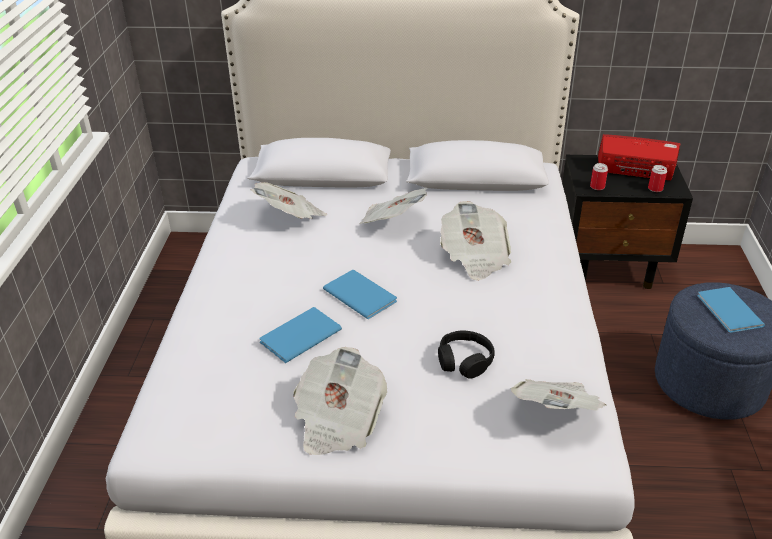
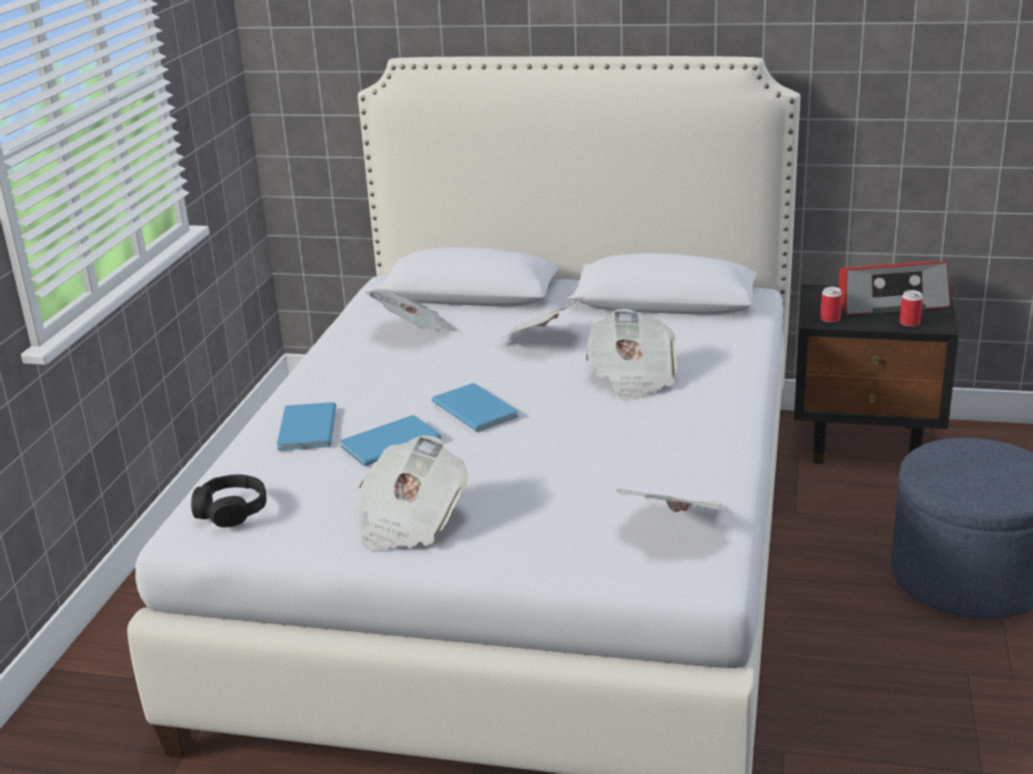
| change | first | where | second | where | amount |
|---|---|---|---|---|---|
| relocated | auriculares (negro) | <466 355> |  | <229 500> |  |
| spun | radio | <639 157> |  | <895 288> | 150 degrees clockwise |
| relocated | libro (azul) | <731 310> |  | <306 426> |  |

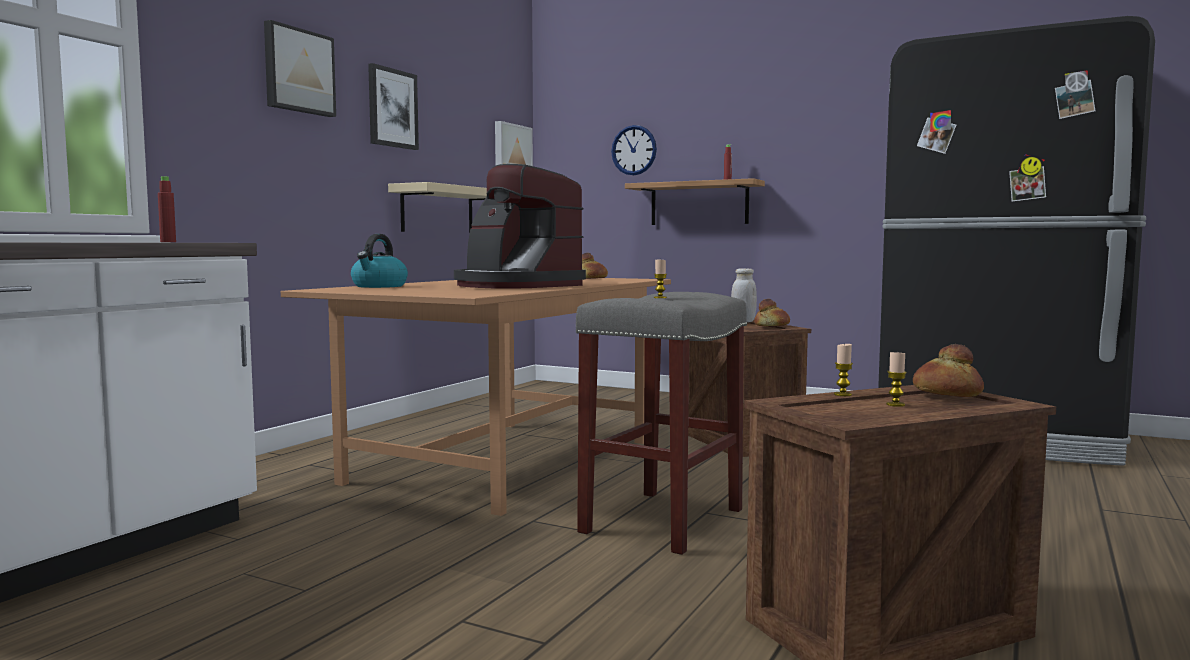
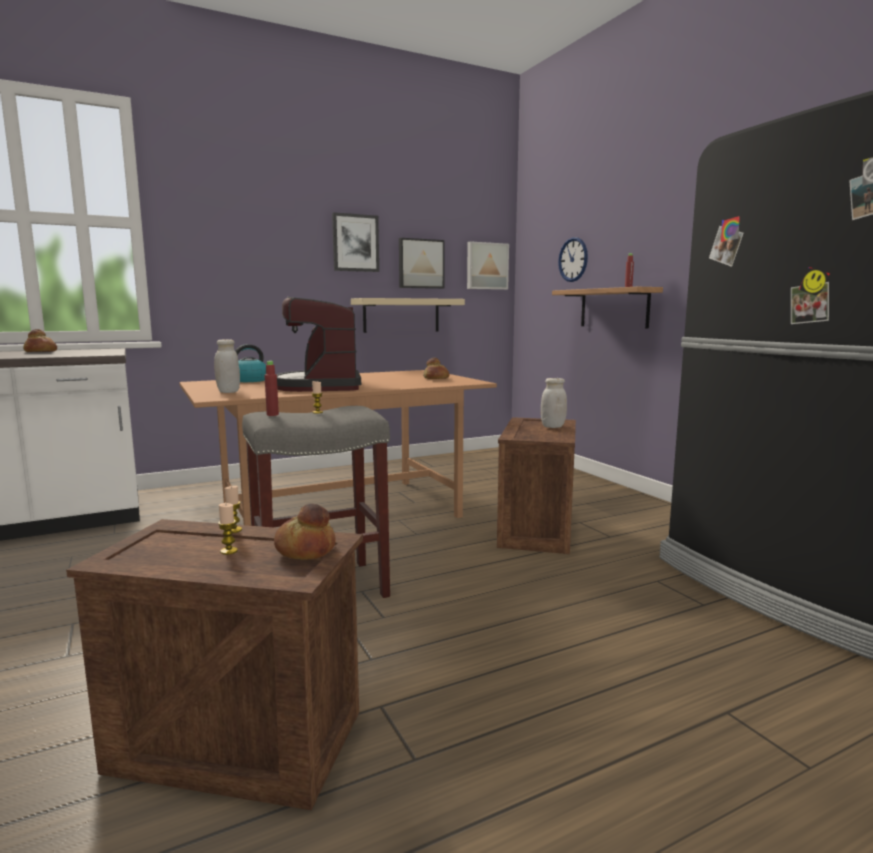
| change | first | where | second | where | amount |
|---|---|---|---|---|---|
| relocated | botella (rojo) | <167 209> |  | <271 388> |  |
| relocated | cuadro | <300 68> |  | <422 263> |  |
| relocated | pan | <772 312> |  | <40 340> |  |
| appeared |  |  | tarro (blanco) | <227 366> |  |

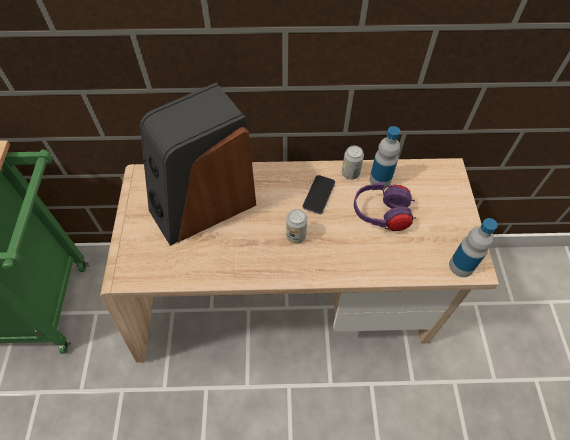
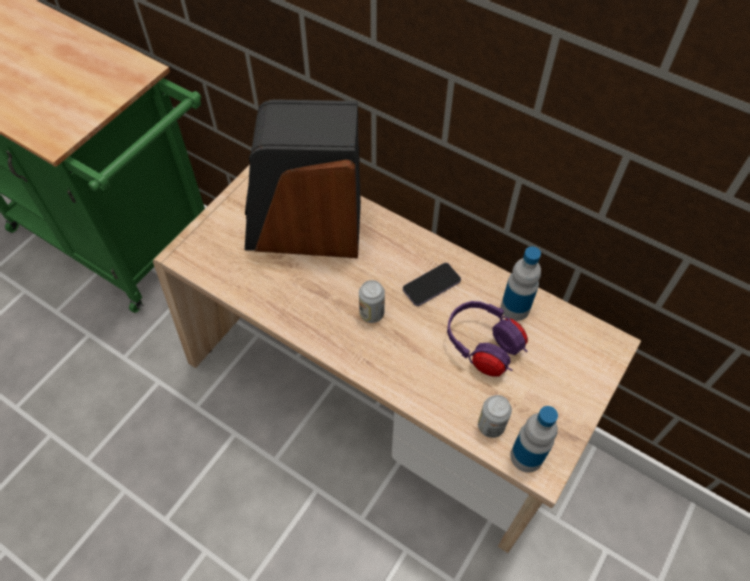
| change | first | where | second | where | amount |
|---|---|---|---|---|---|
| relocated | lata | <353 162> |  | <495 416> |  |

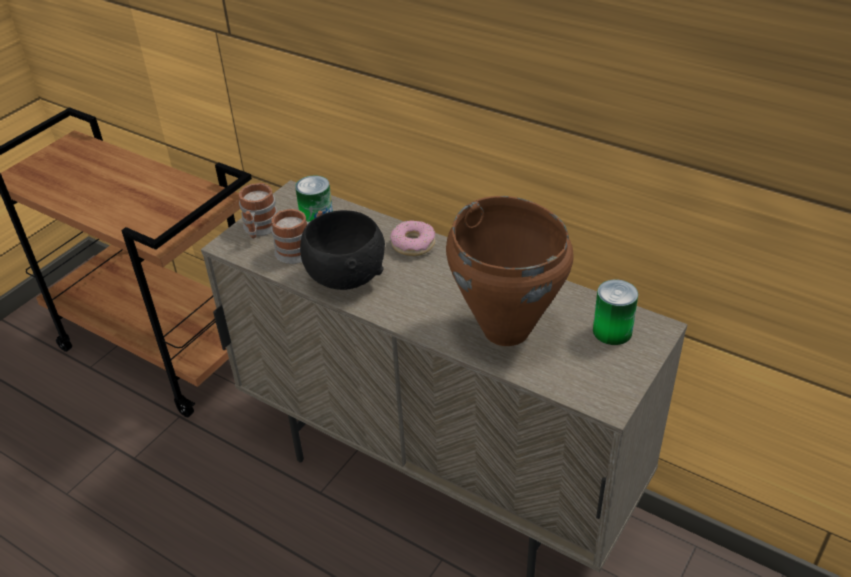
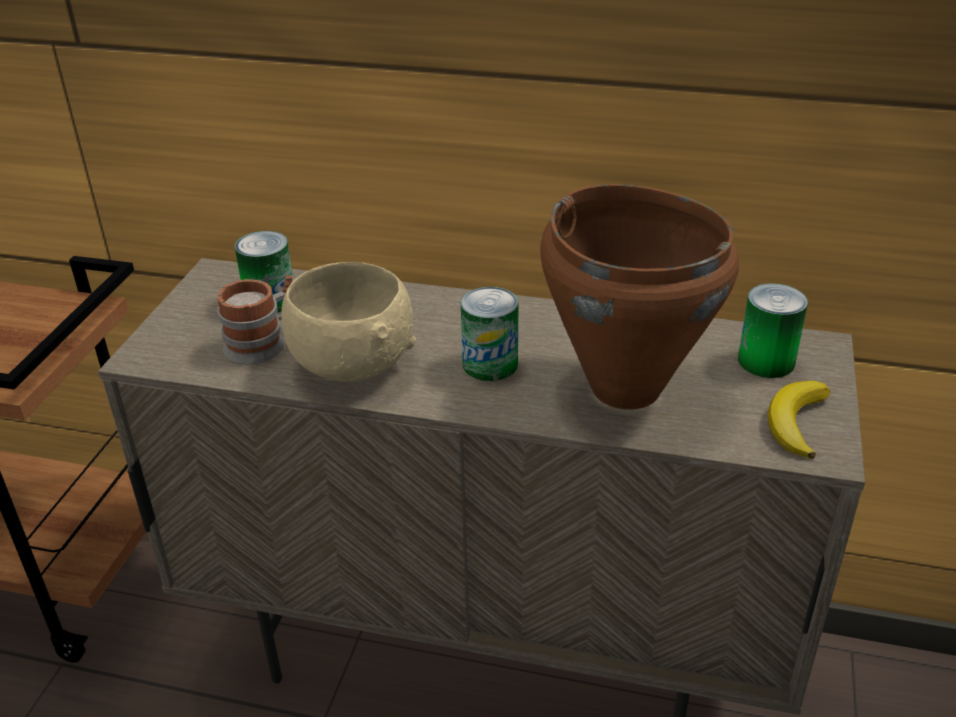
| change | first | where | second | where | amount |
|---|---|---|---|---|---|
| missing | taza grande | <258 211> |  |  |  |
| colour | cuenco (negro) | <342 250> | cuenco (beis) | <348 322> |  |
| missing | rosquilla | <412 238> |  |  |  |
| appeared |  |  | lata | <489 334> |  |
| appeared |  |  | plátano | <799 420> |  |

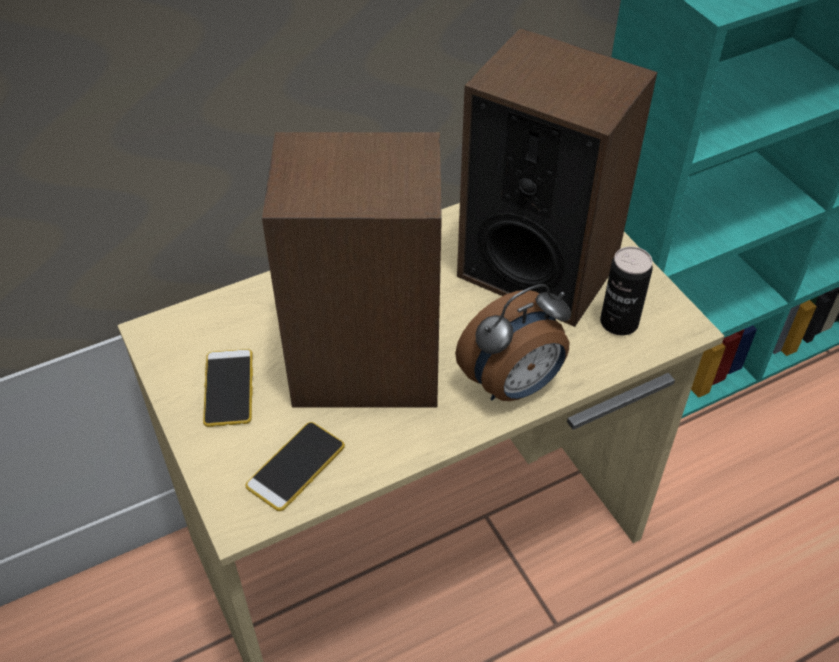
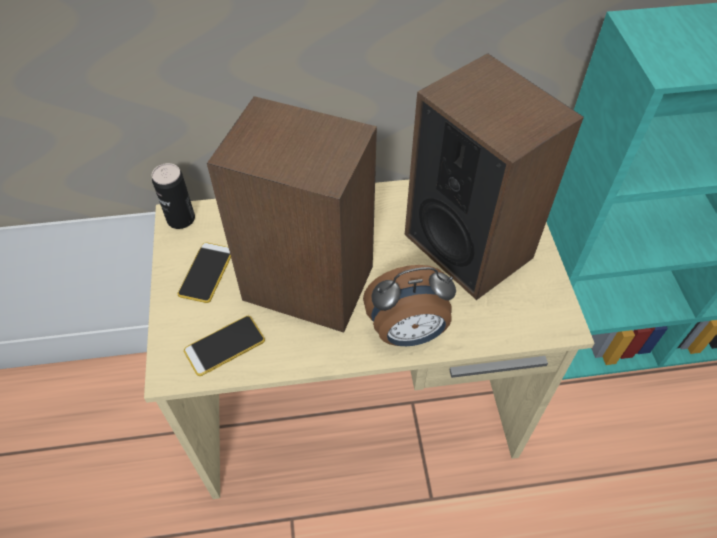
| change | first | where | second | where | amount |
|---|---|---|---|---|---|
| relocated | lata | <626 290> |  | <173 196> |  |

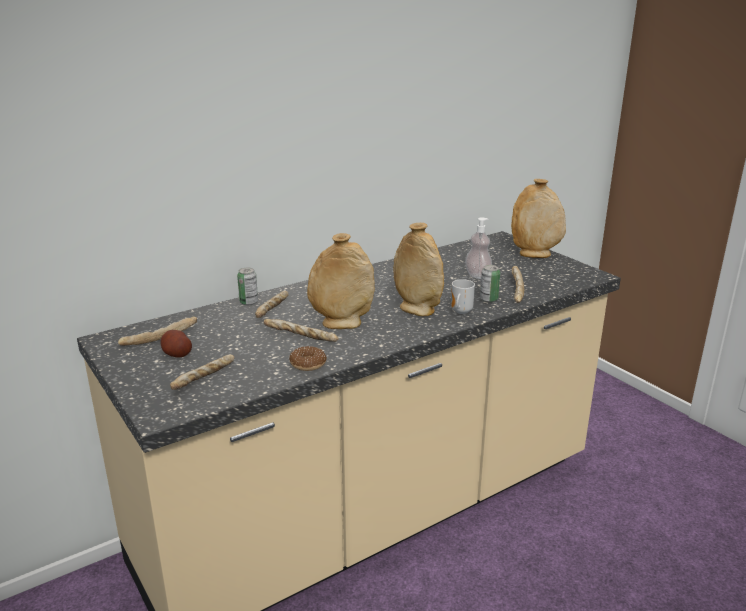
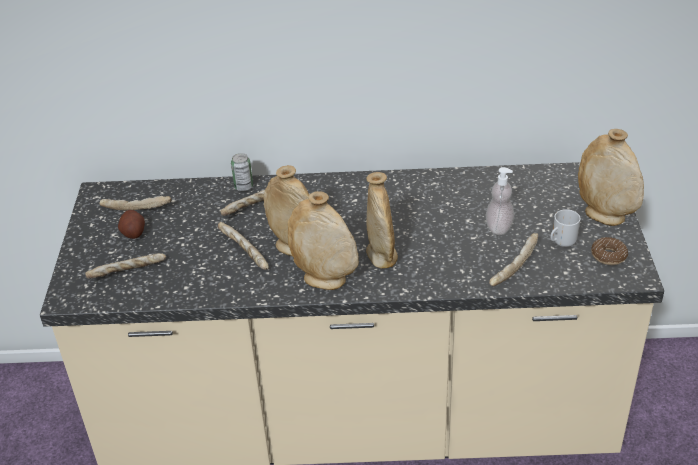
| change | first | where | second | where | amount |
|---|---|---|---|---|---|
| relocated | rosquilla | <308 358> |  | <609 251> |  |
| relocated | taza grande | <463 296> |  | <565 228> |  |
| missing | lata | <490 283> |  |  |  |
| appeared |  |  | florero (beis) | <323 240> |  |

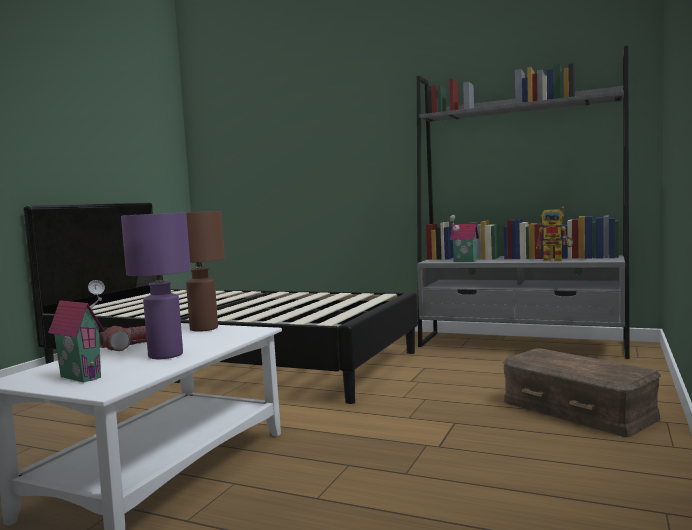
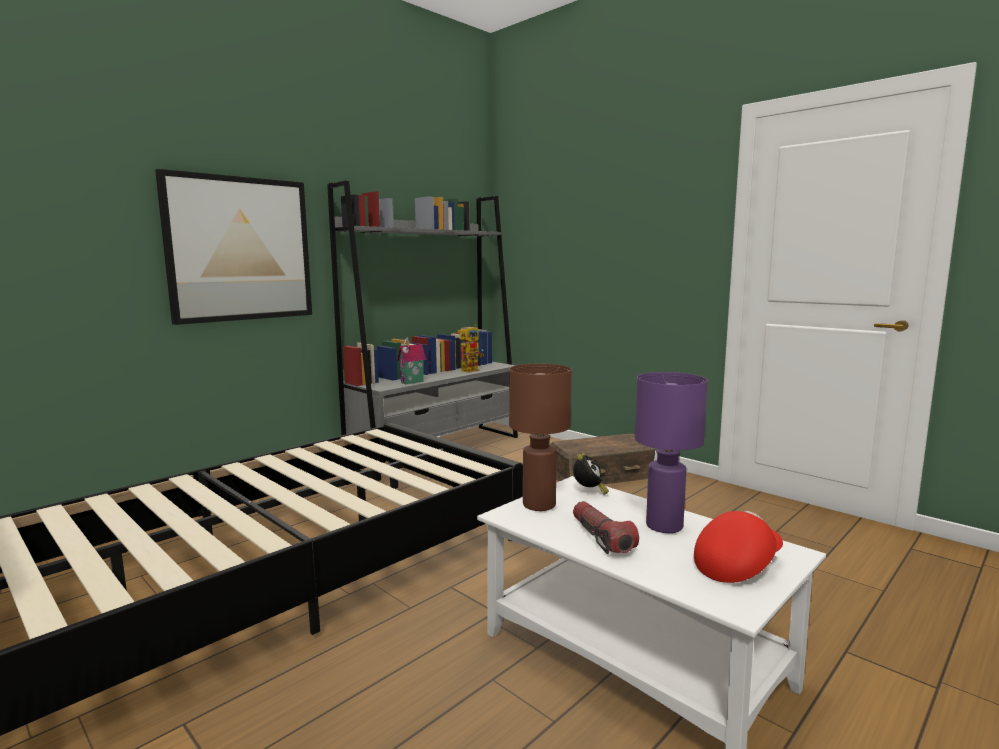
| change | first | where | second | where | amount |
|---|---|---|---|---|---|
| exchanged | casita | <76 331> | gorra (rojo) | <738 547> |  |
| appeared |  |  | cuadro | <233 247> |  |
| appeared |  |  | despertador | <591 474> |  |

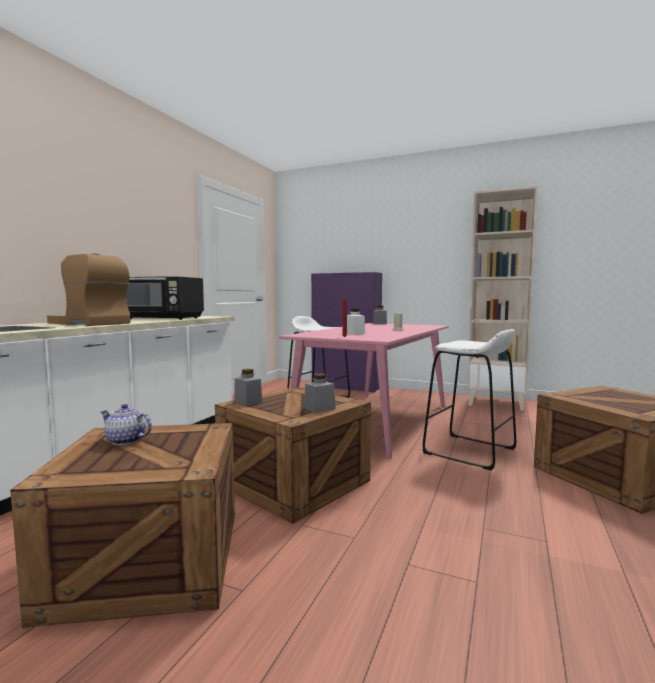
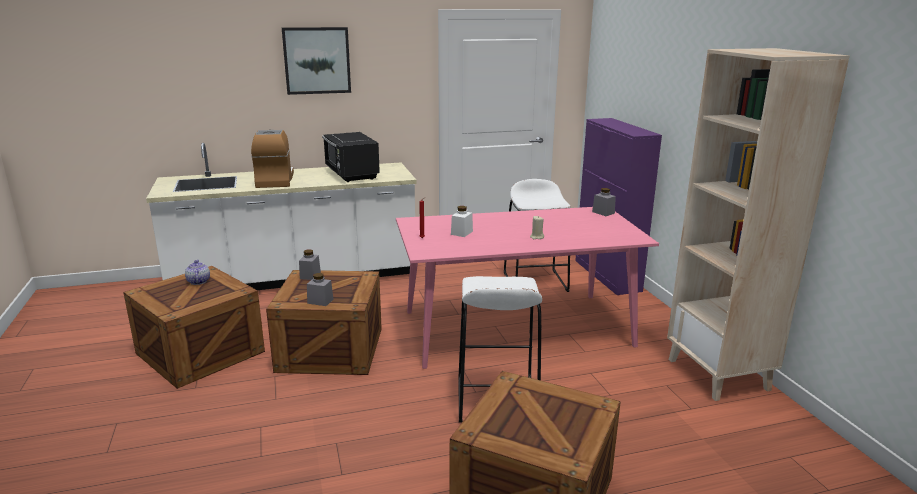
| change | first | where | second | where | amount |
|---|---|---|---|---|---|
| appeared |  |  | cuadro | <316 61> |  |

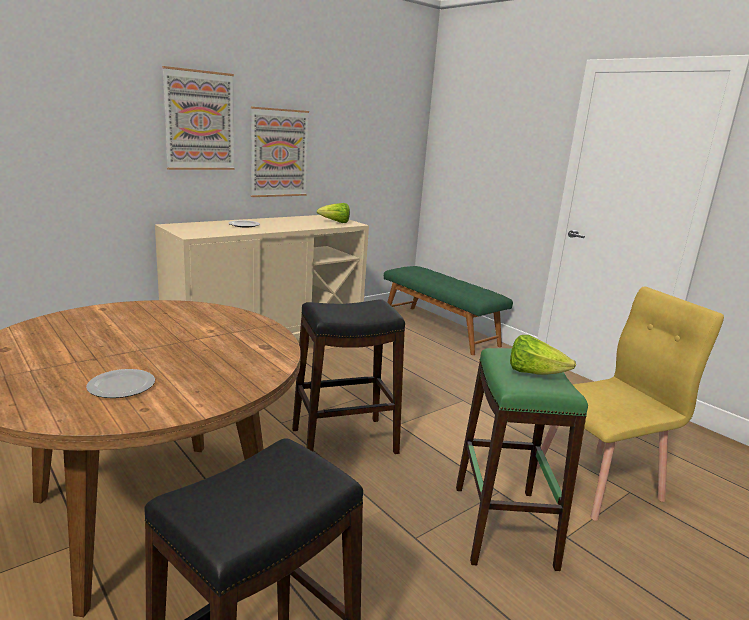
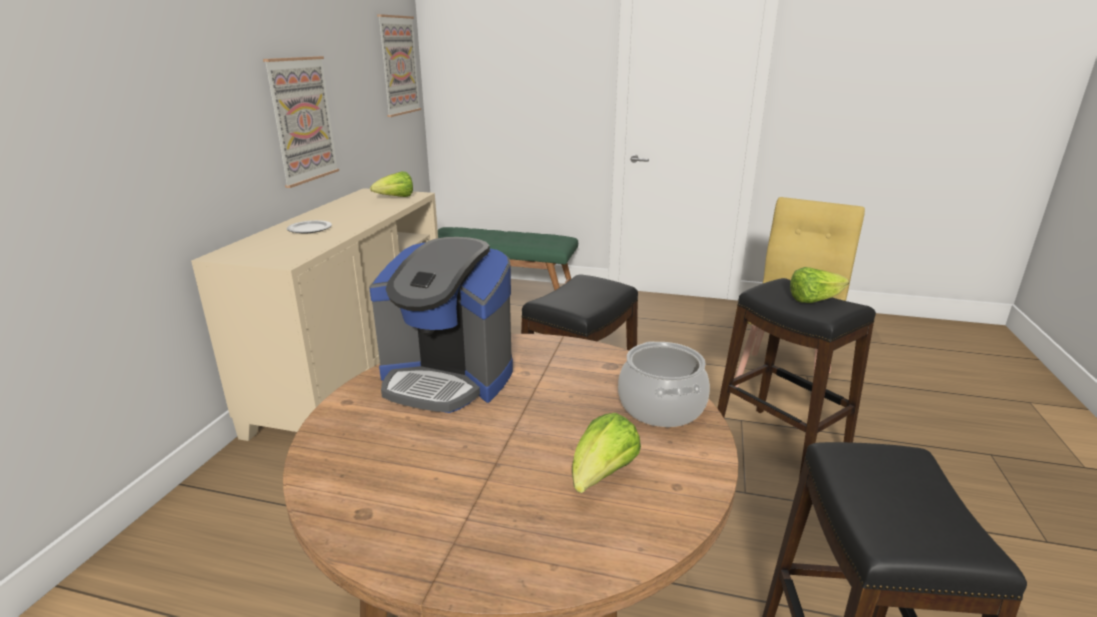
| change | first | where | second | where | amount |
|---|---|---|---|---|---|
| exchanged | plato | <120 383> | lechuga | <606 453> |  |
| relocated | cuadro | <198 118> |  | <399 65> |  |
| colour | taburete (verde) | <522 459> | taburete (negro) | <796 378> |  |
| appeared |  |  | cafetera | <441 325> |  |
| appeared |  |  | olla | <664 384> |  |

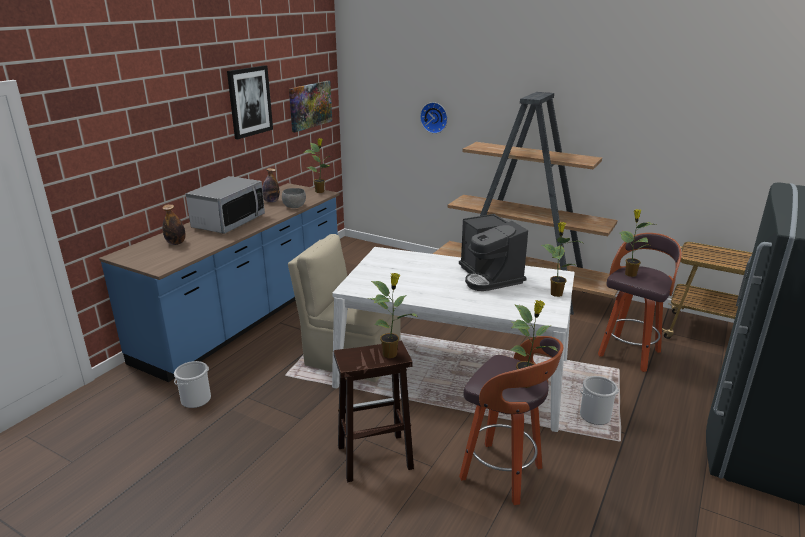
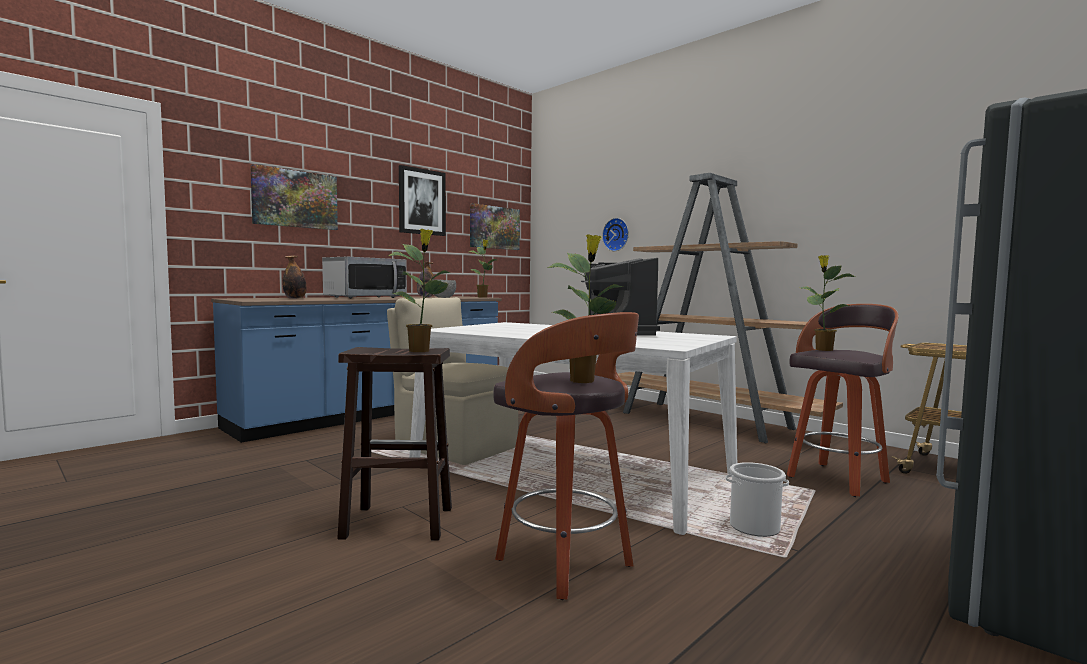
| change | first | where | second | where | amount |
|---|---|---|---|---|---|
| missing | cubo | <192 384> |  |  |  |
| missing | planta en maceta | <563 259> |  |  |  |
| appeared |  |  | cuadro | <294 197> |  |

